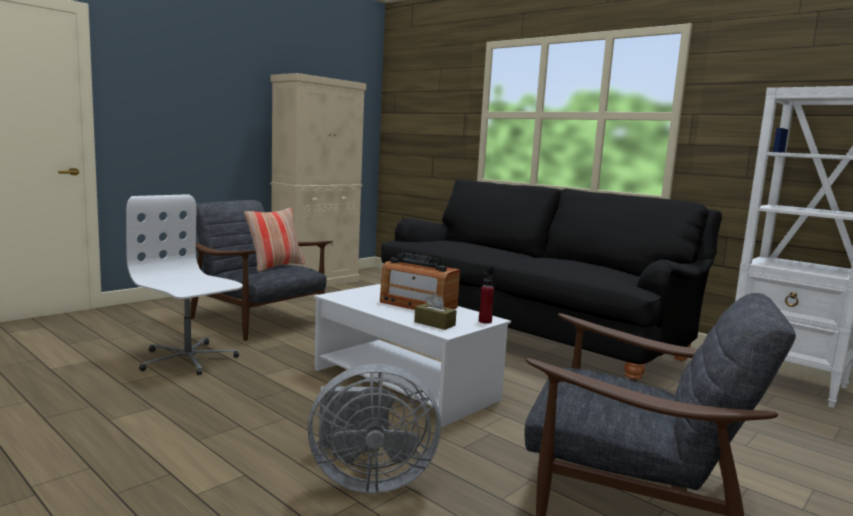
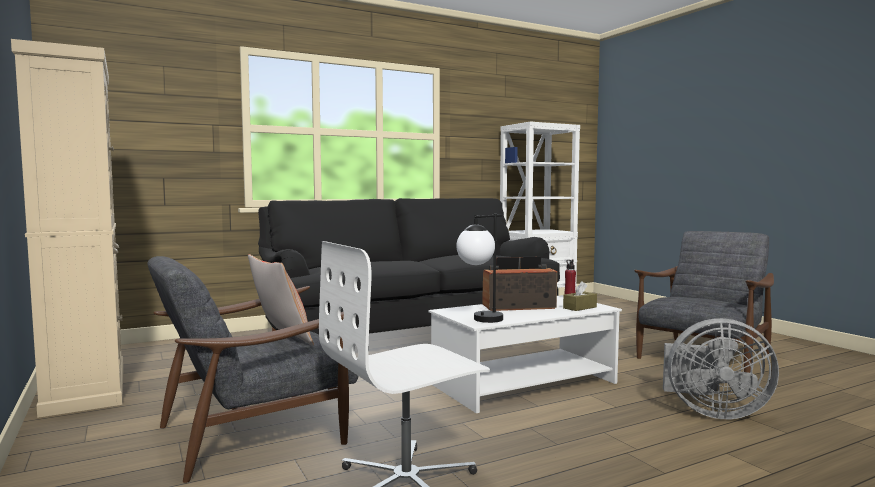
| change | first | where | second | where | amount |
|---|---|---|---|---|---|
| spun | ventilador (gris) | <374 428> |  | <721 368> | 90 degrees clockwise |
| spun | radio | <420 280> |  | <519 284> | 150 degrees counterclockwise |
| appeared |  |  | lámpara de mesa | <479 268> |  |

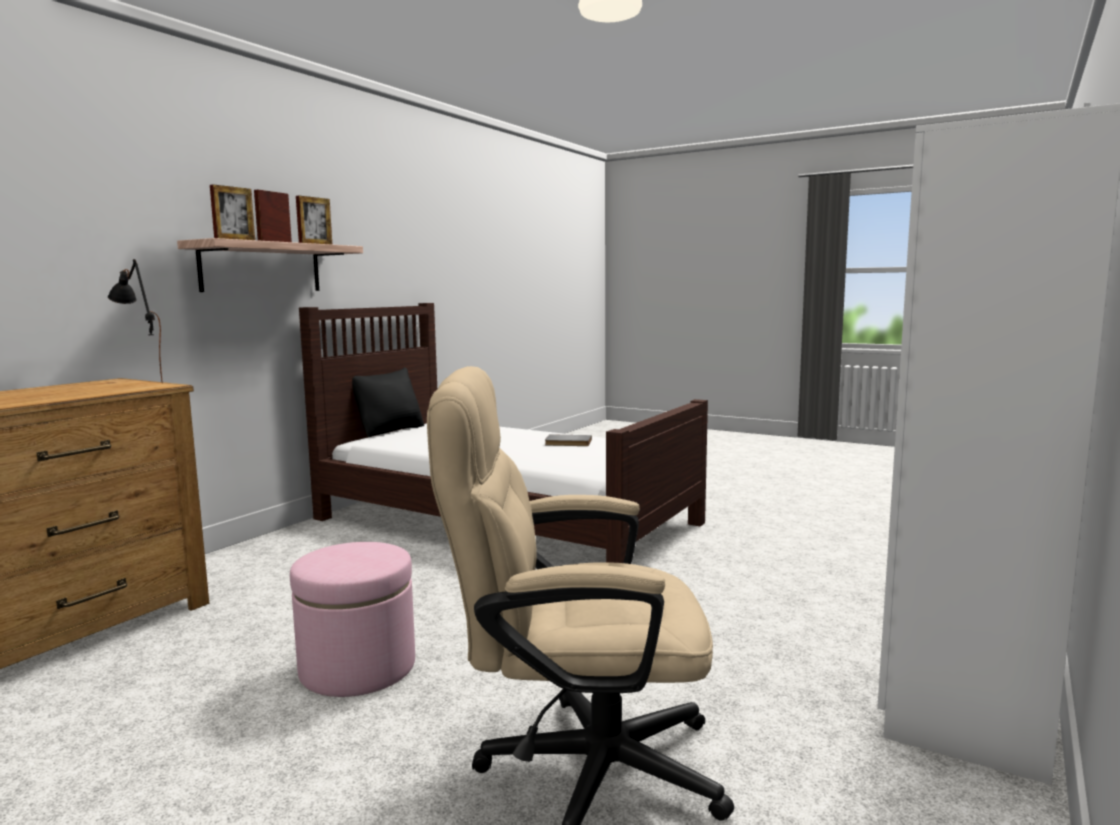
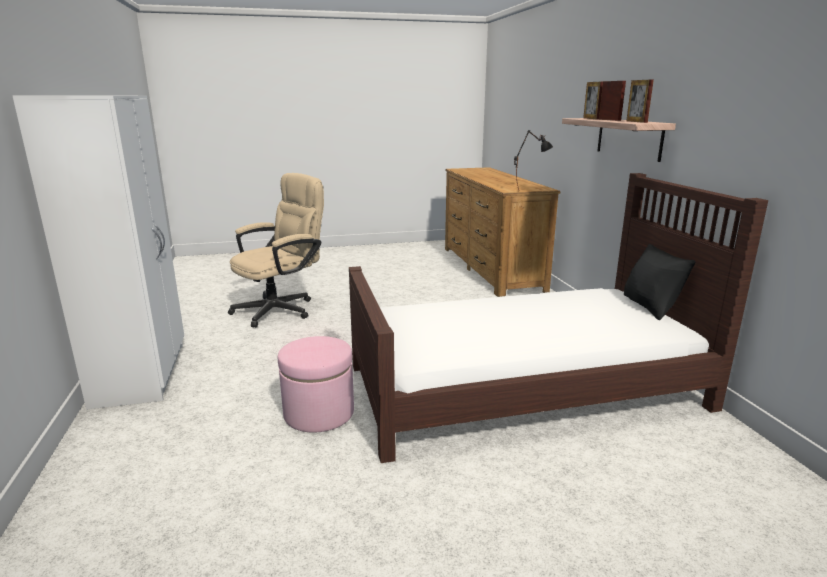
| change | first | where | second | where | amount |
|---|---|---|---|---|---|
| relocated | puf (rosa) | <352 619> |  | <316 384> |  |
| missing | libro (gris) | <568 440> |  |  |  |

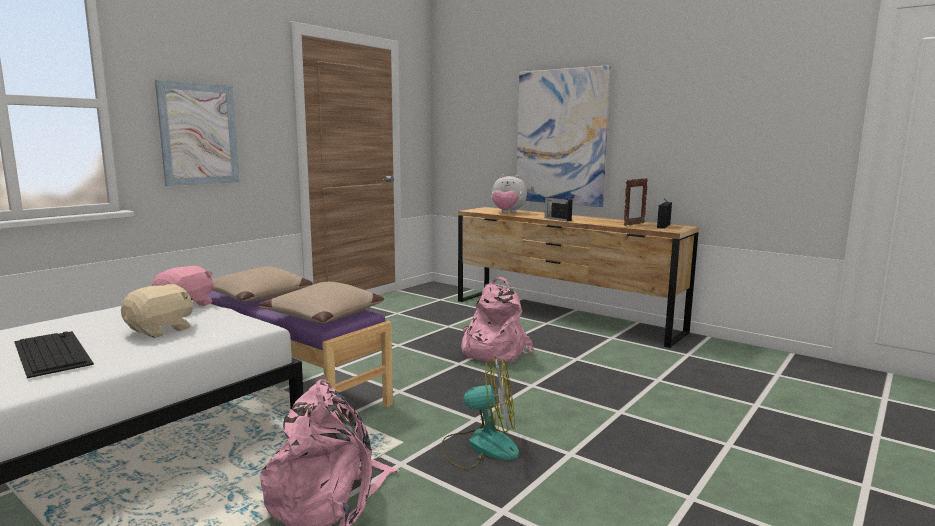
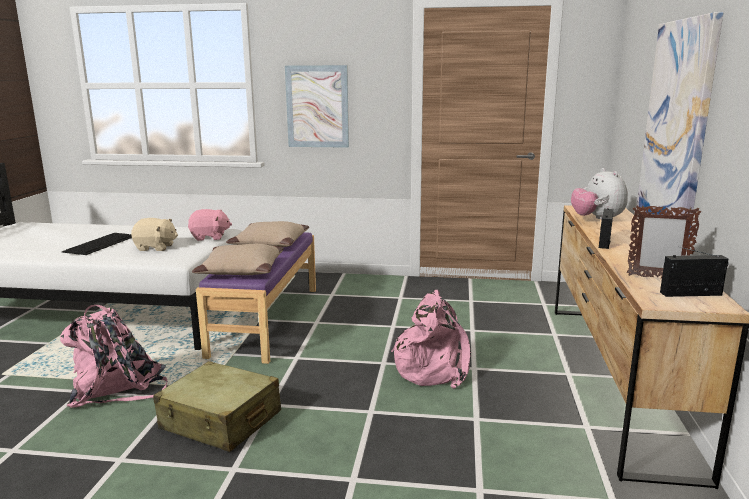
| change | first | where | second | where | amount |
|---|---|---|---|---|---|
| exchanged | ventilador | <480 413> | maleta (beis) | <217 406> |  |

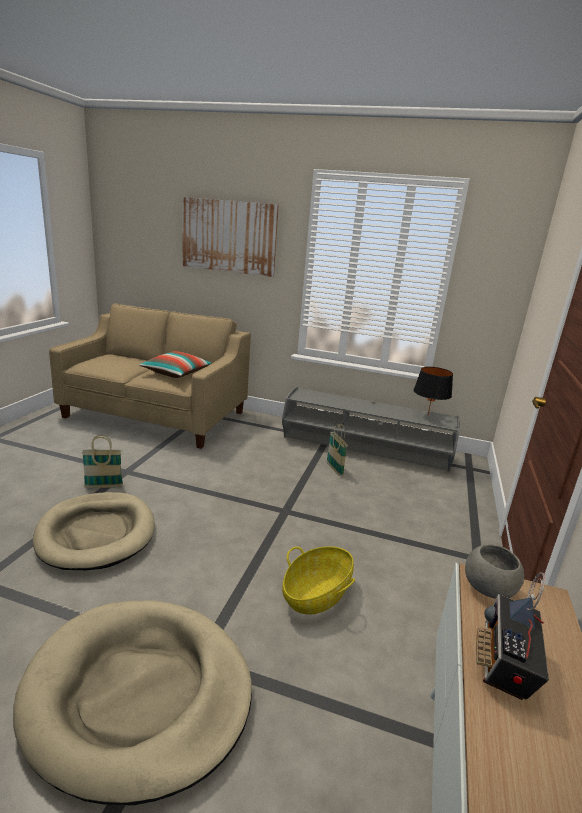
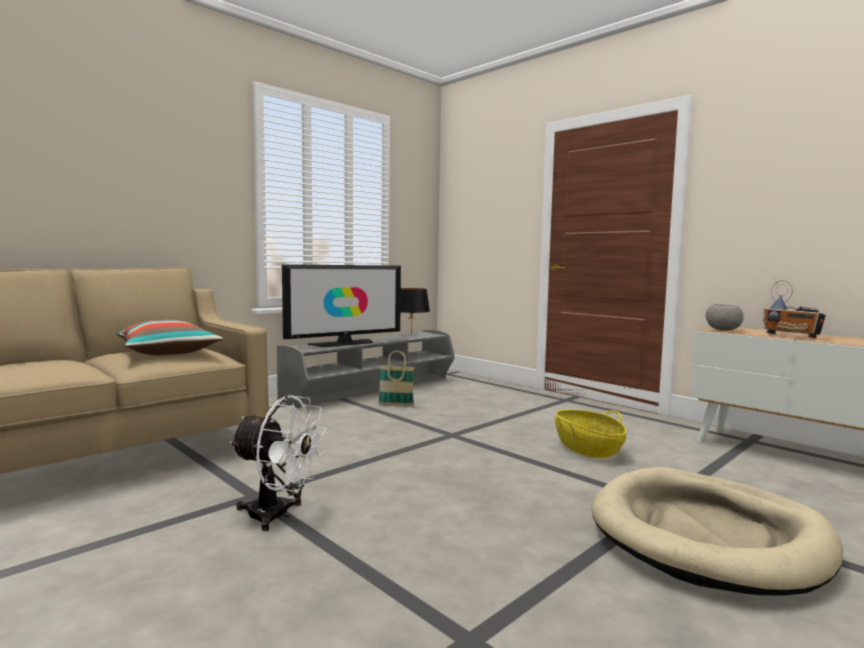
| change | first | where | second | where | amount |
|---|---|---|---|---|---|
| missing | cama para perro (beis) | <94 531> |  |  |  |
| exchanged | cesta | <102 461> | ventilador (blanco) | <277 463> |  |
| missing | cuadro | <230 237> |  |  |  |
| appeared |  |  | televisor | <341 305> |  |

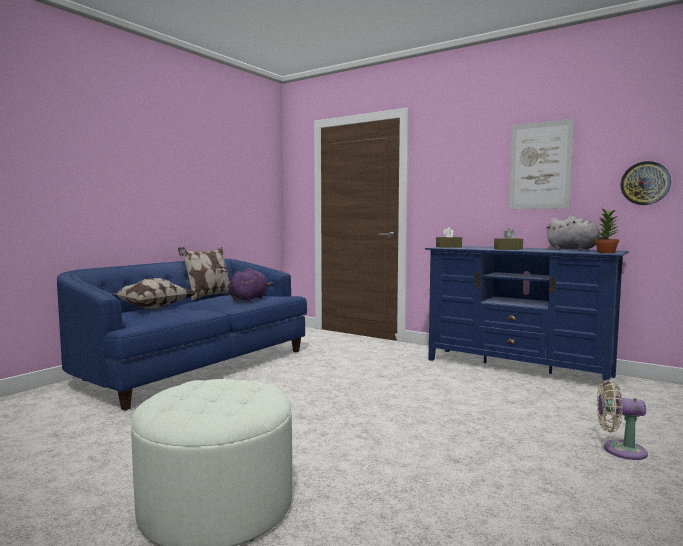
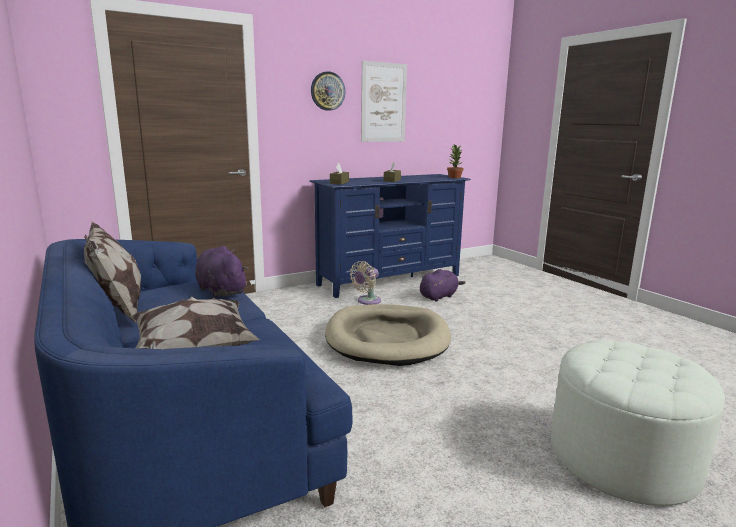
| change | first | where | second | where | amount |
|---|---|---|---|---|---|
| missing | peluche (gris) | <577 232> |  |  |  |
| relocated | ventilador (beis) | <622 420> |  | <365 283> |  |
| relocated | reloj de pared | <645 183> |  | <328 91> |  |
| appeared |  |  | cama para perro (beis) | <388 335> |  |
| appeared |  |  | peluche (morado) | <443 285> |  |

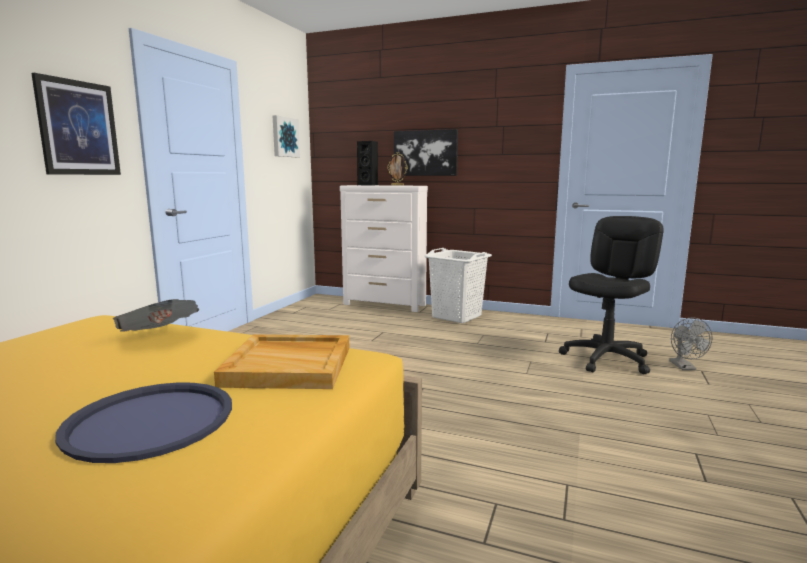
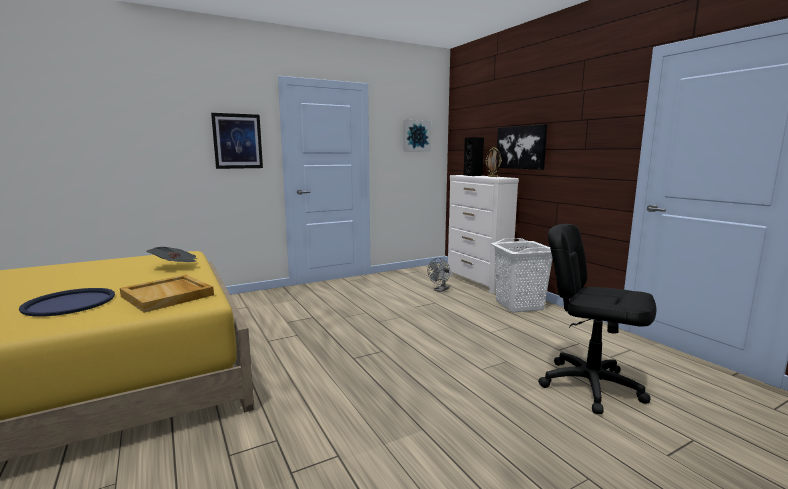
| change | first | where | second | where | amount |
|---|---|---|---|---|---|
| spun | silla de oficina (negro) | <611 295> |  | <597 319> | 135 degrees counterclockwise |
| relocated | ventilador (gris) | <691 343> |  | <439 275> |  |

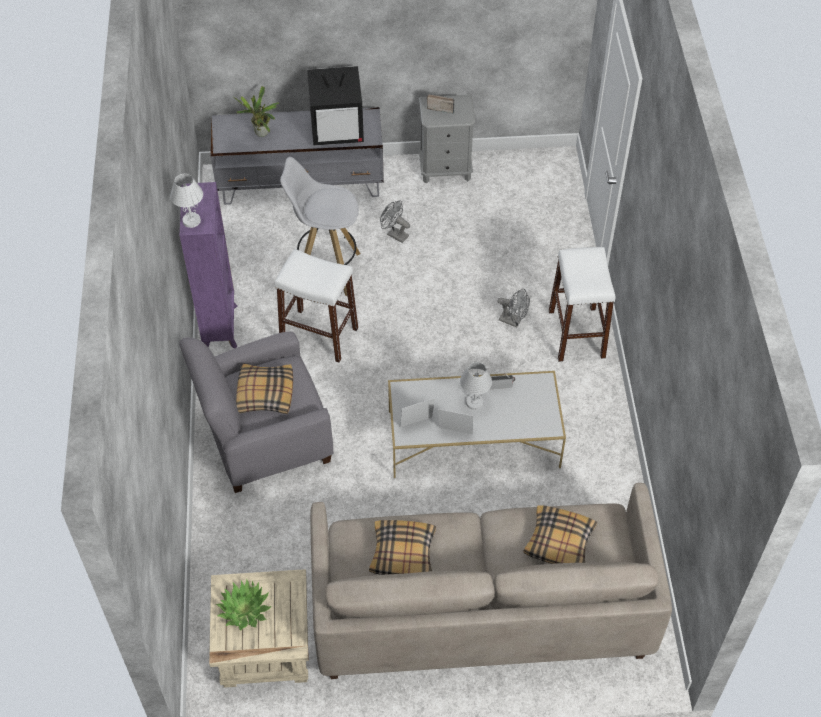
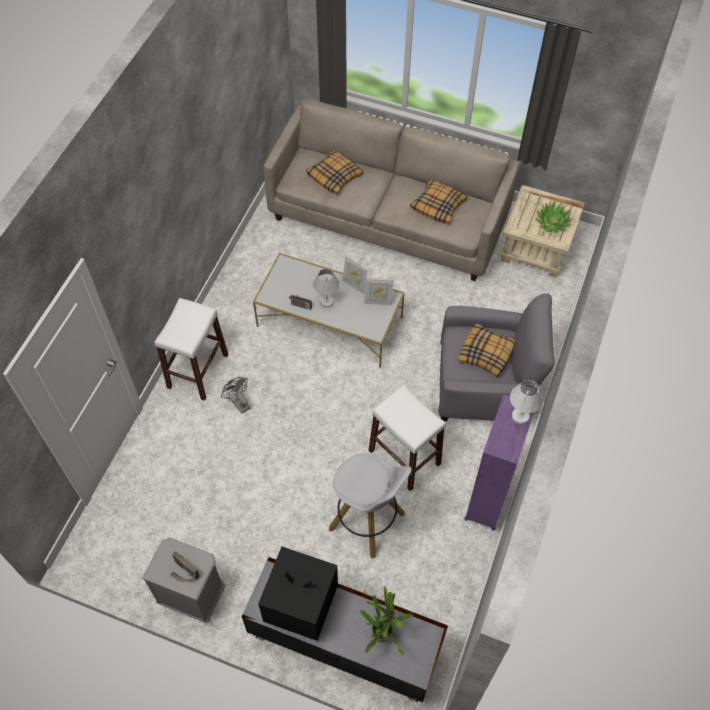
| change | first | where | second | where | amount |
|---|---|---|---|---|---|
| missing | ventilador (gris) | <395 221> |  |  |  |

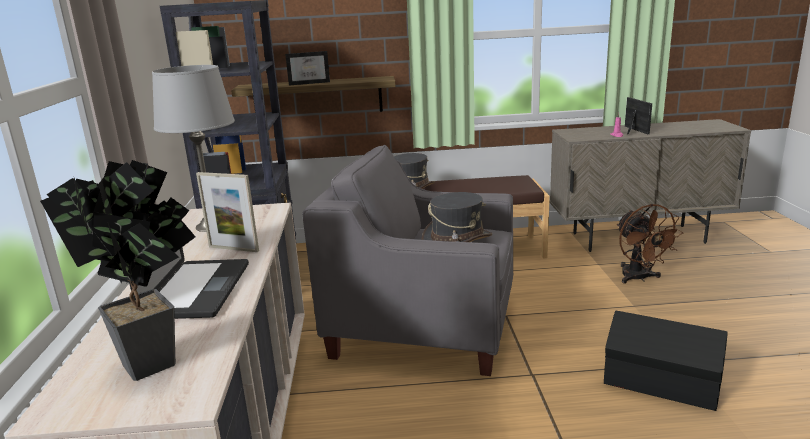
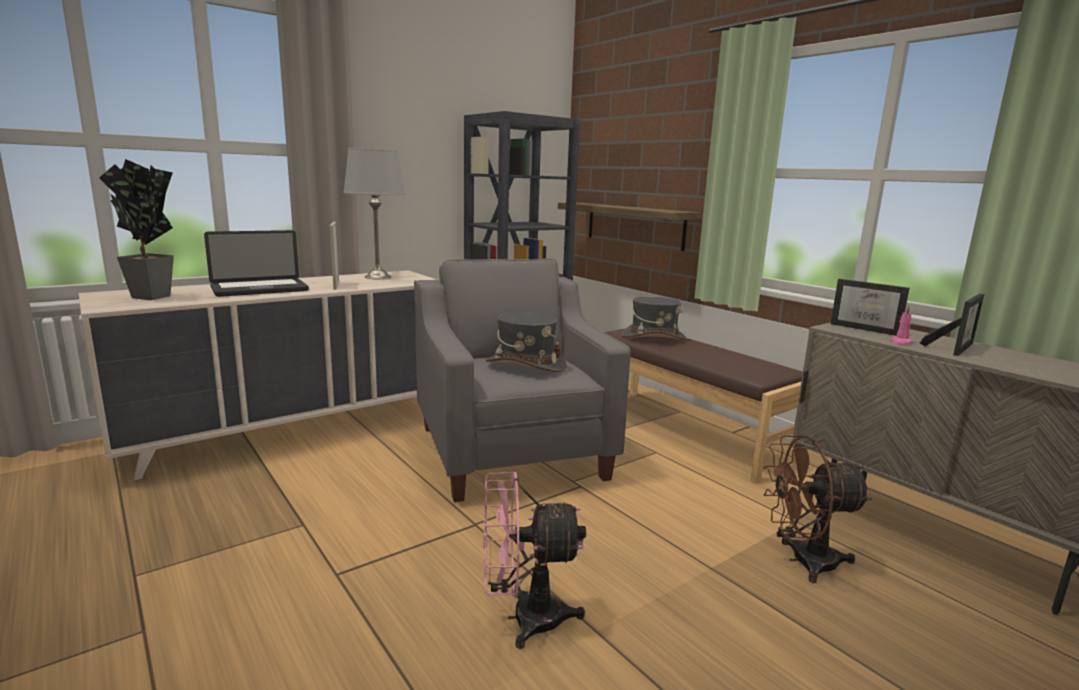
| change | first | where | second | where | amount |
|---|---|---|---|---|---|
| relocated | portarretratos | <307 68> |  | <870 307> |  |
| exchanged | caja de almacenaje (negro) | <665 360> | ventilador (rosa) | <535 560> |  |
| spun | ventilador (marrón) | <650 243> |  | <817 509> | 45 degrees clockwise |

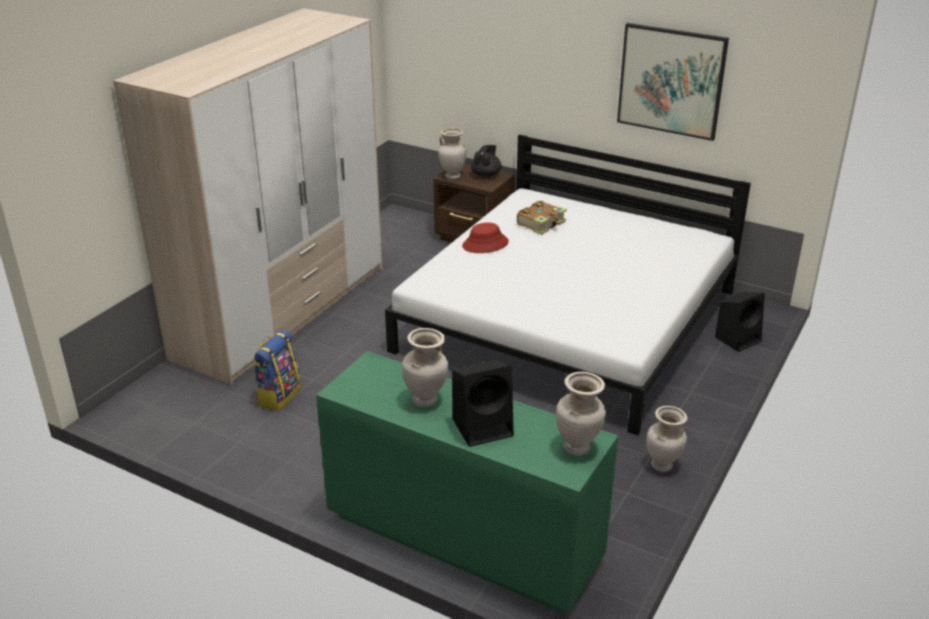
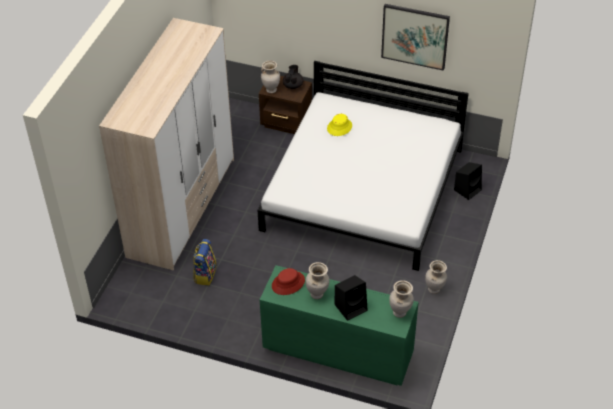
| change | first | where | second | where | amount |
|---|---|---|---|---|---|
| relocated | sombrero (rojo) | <485 237> |  | <288 281> |  |
| exchanged | libro | <542 218> | sombrero (amarillo) | <339 125> |  |

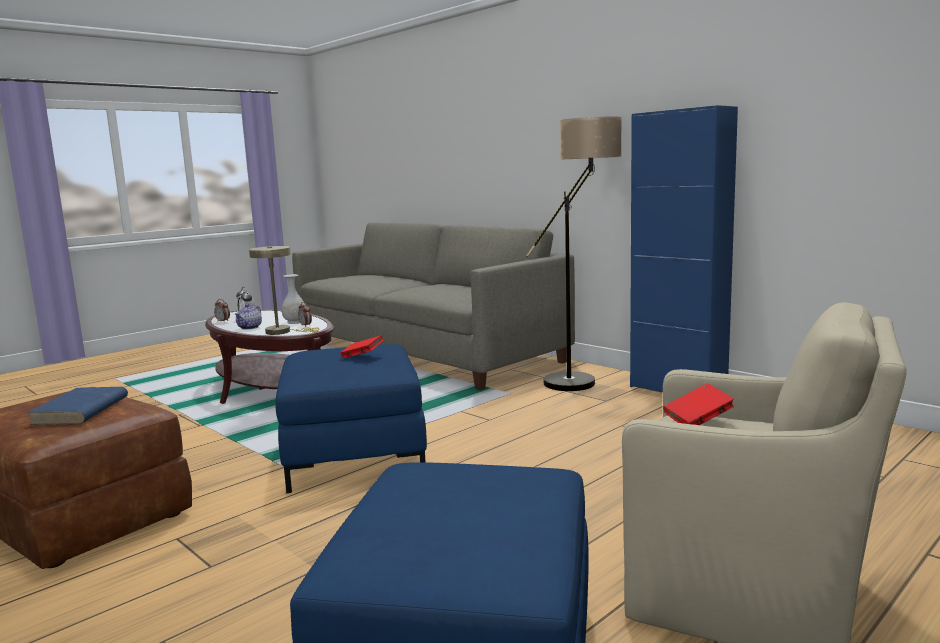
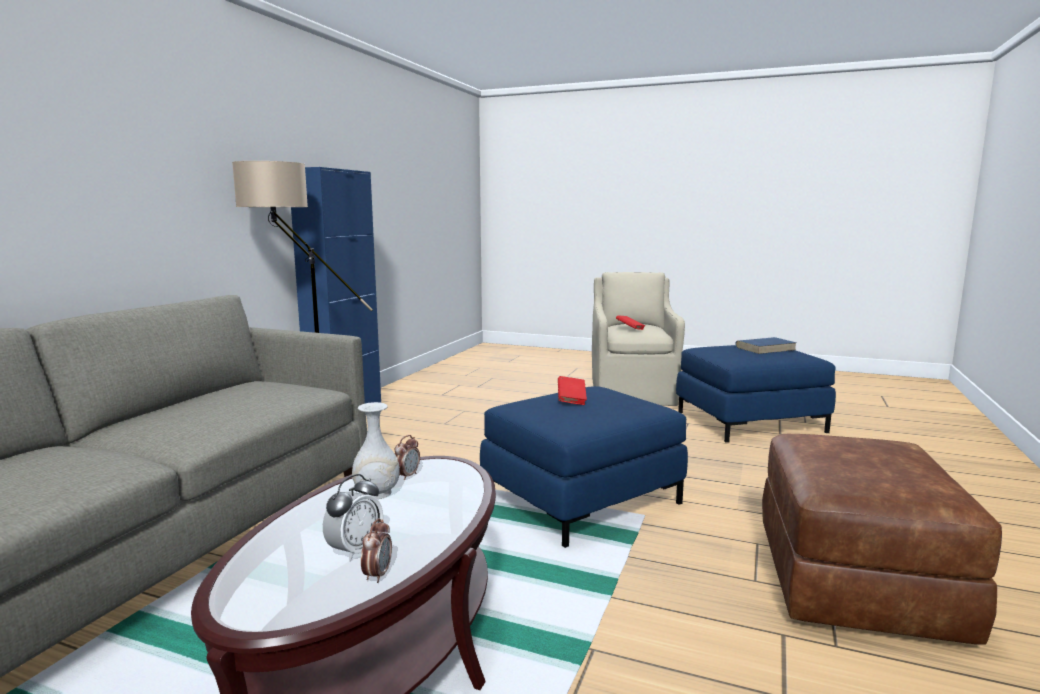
| change | first | where | second | where | amount |
|---|---|---|---|---|---|
| relocated | libro (azul) | <77 406> |  | <766 345> |  |
| missing | tetera | <248 317> |  |  |  |
| missing | lámpara de mesa (beis) | <284 290> |  |  |  |

